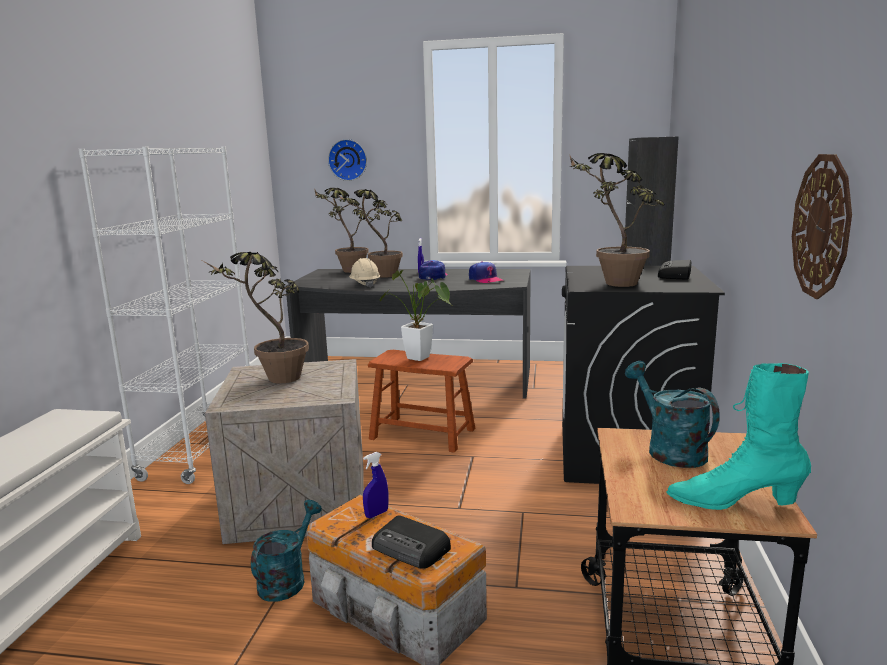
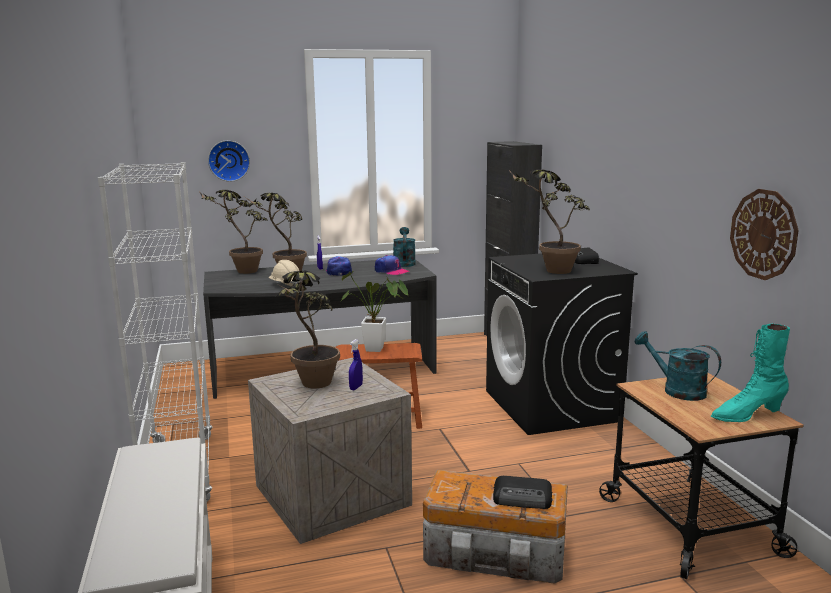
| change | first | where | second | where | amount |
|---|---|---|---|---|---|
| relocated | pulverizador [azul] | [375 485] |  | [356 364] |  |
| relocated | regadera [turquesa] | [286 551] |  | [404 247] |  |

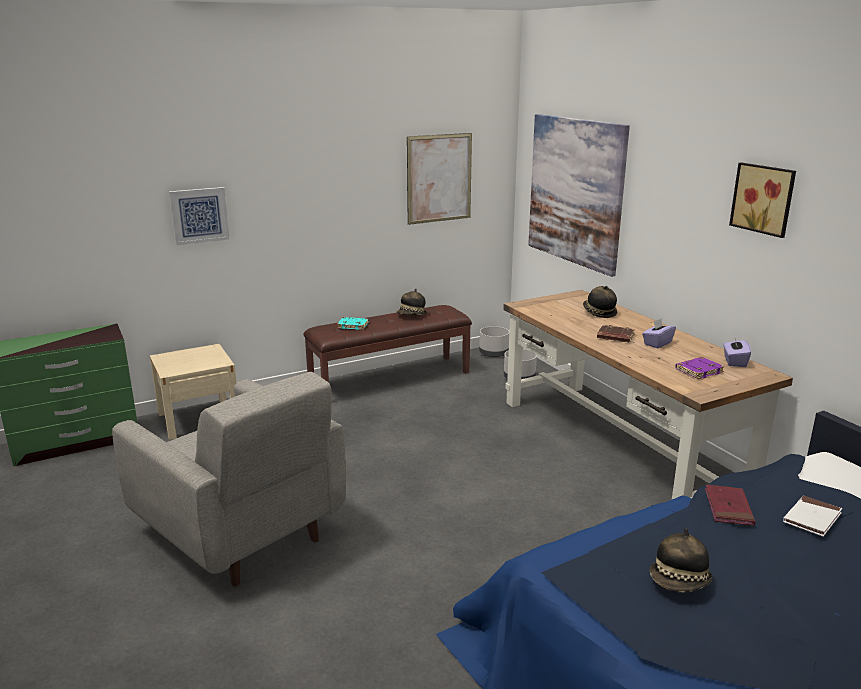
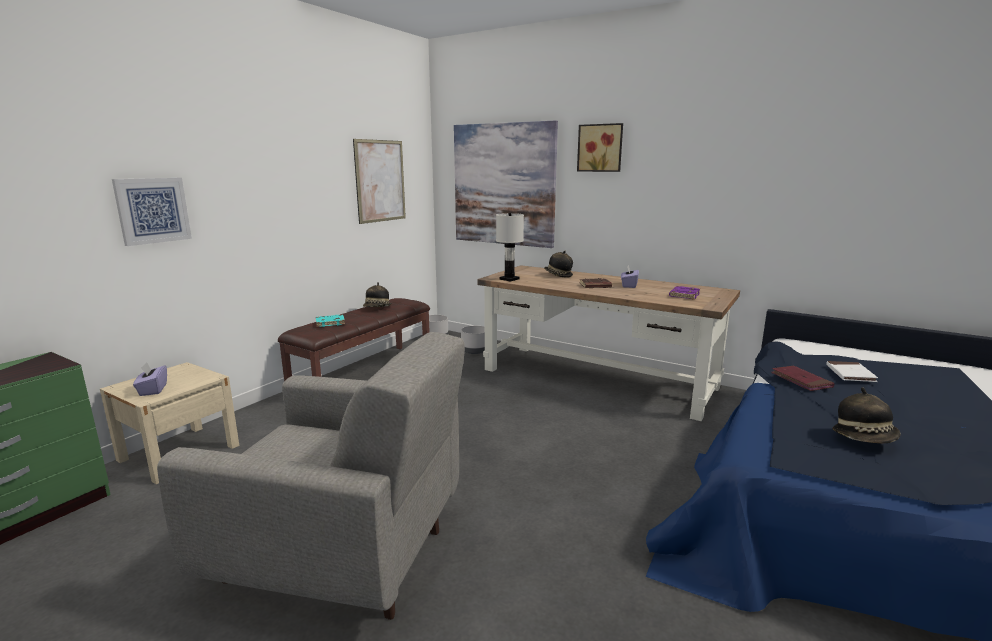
| change | first | where | second | where | amount |
|---|---|---|---|---|---|
| relocated | caja de pañuelos [morado] | [737 351] |  | [150 379] |  |
| appeared |  |  | lámpara de mesa [blanco] | [510 247] |  |
| relocated | cuadro | [762 200] |  | [600 147] |  |

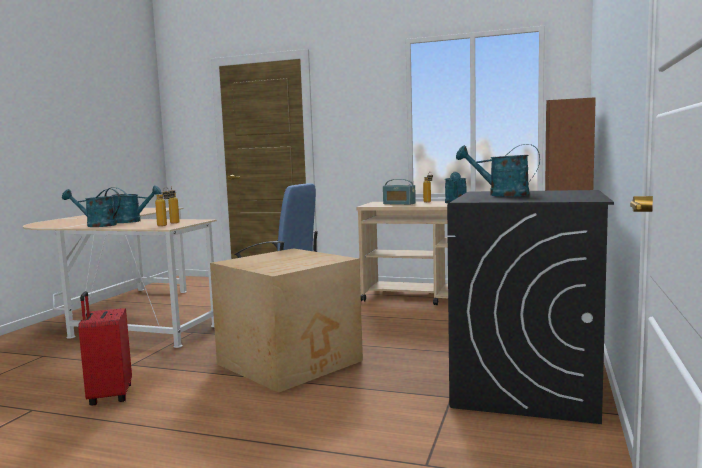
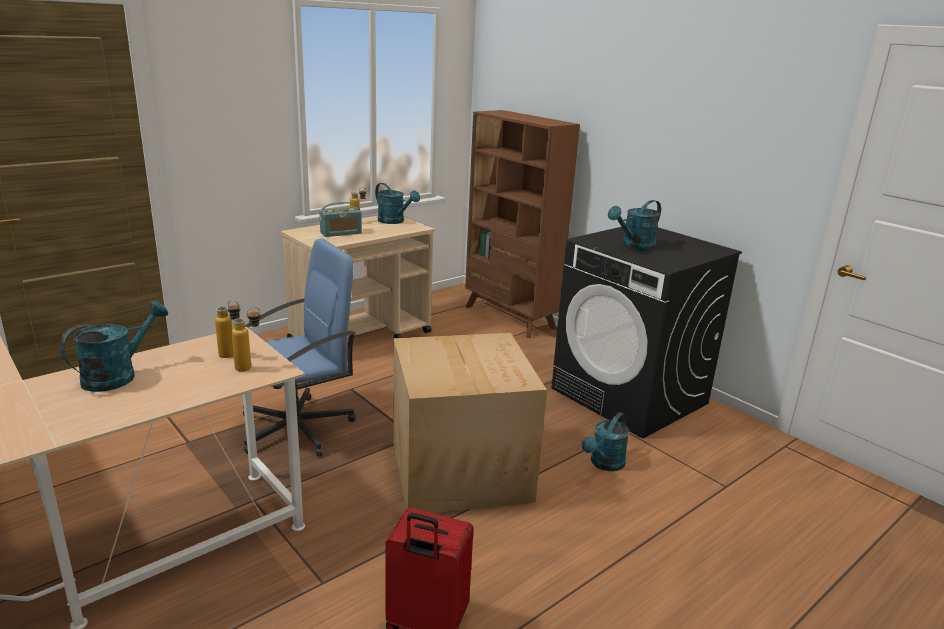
| change | first | where | second | where | amount |
|---|---|---|---|---|---|
| relocated | regadera [turquesa] | [91 208] |  | [605 441] |  |

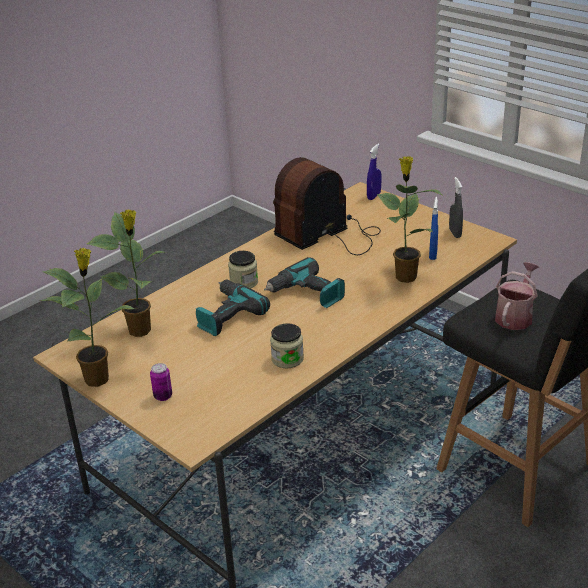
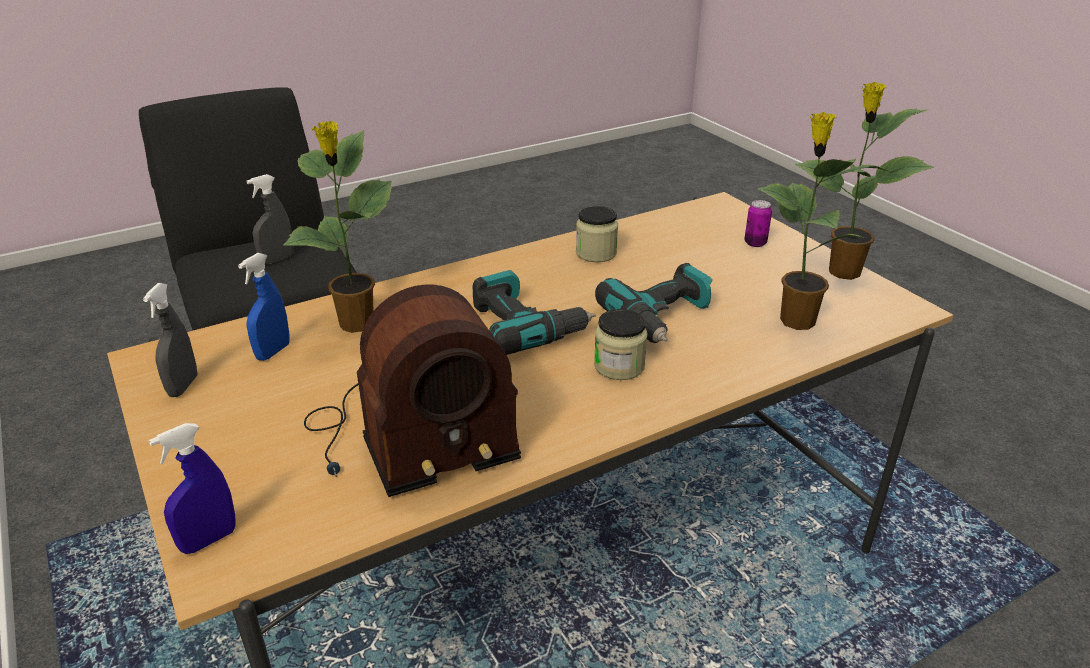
| change | first | where | second | where | amount |
|---|---|---|---|---|---|
| exchanged | regadera | [517 296] | pulverizador [gris] | [270 219] |  |

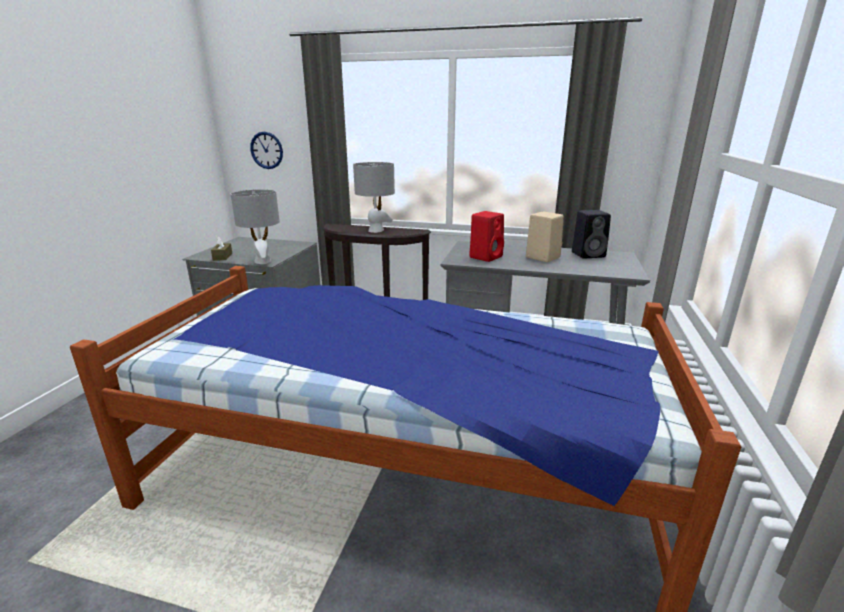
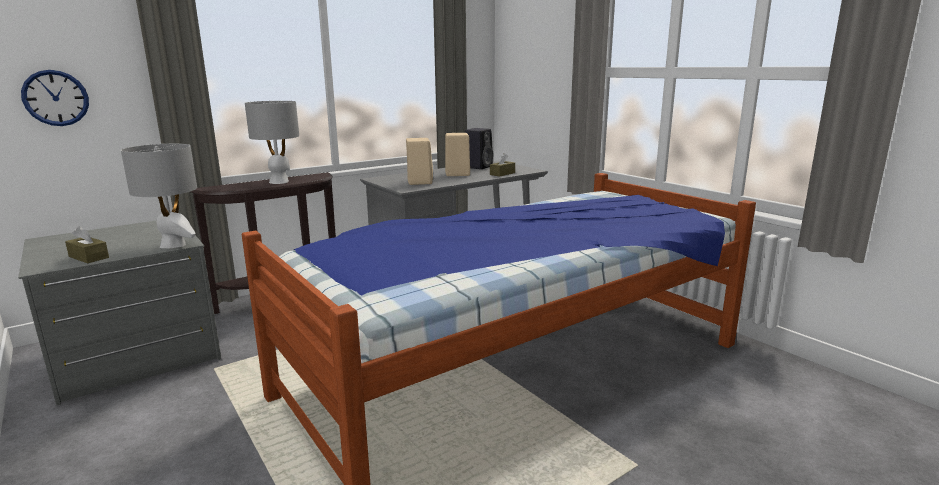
| change | first | where | second | where | amount |
|---|---|---|---|---|---|
| colour | altavoz [rojo] | [486 236] | altavoz [beis] | [419 161] |  |
| appeared |  |  | caja de pañuelos [marrón] | [502 165] |  |

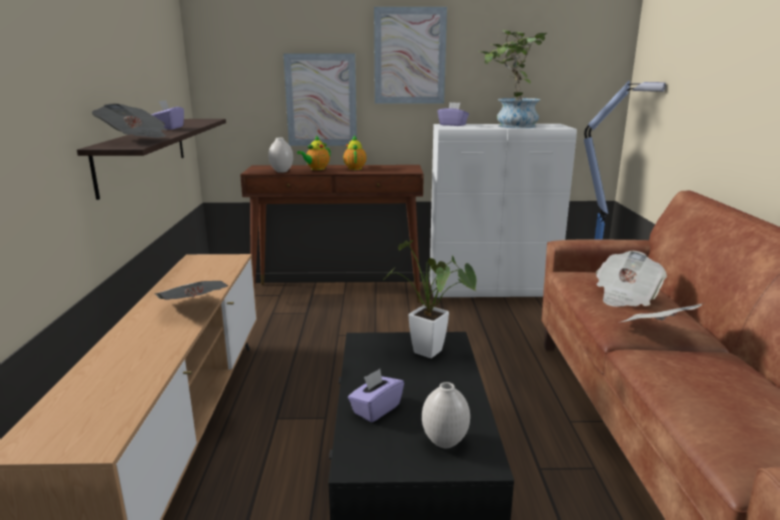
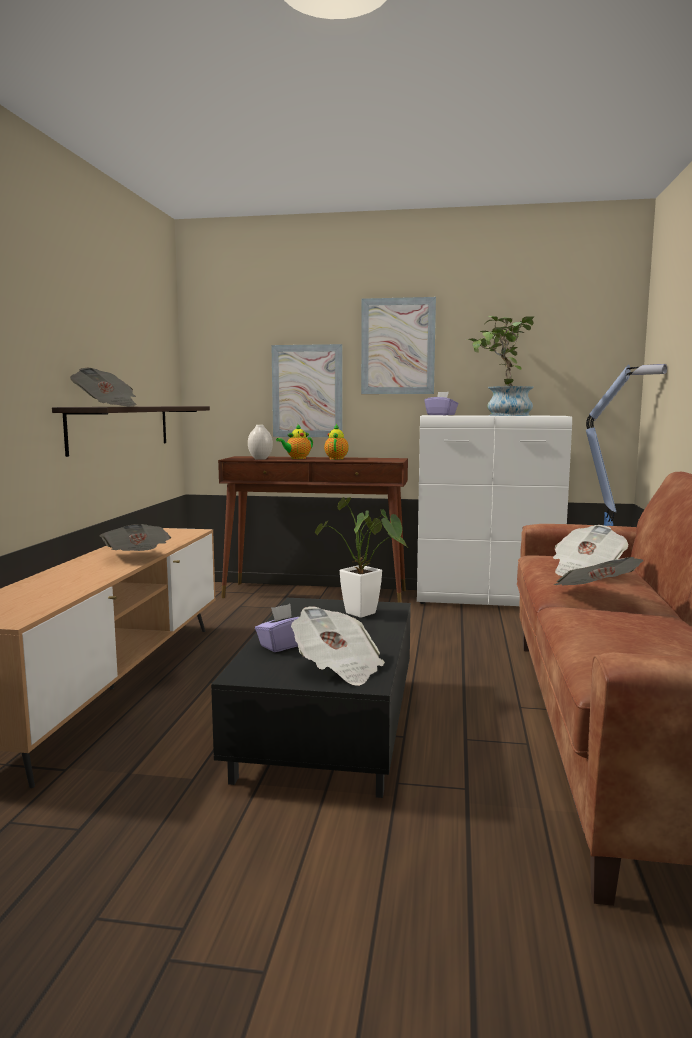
| change | first | where | second | where | amount |
|---|---|---|---|---|---|
| exchanged | florero [blanco] | [446 415] | periódico | [338 646] |  |
| missing | caja de pañuelos [morado] | [168 115] |  |  |  |

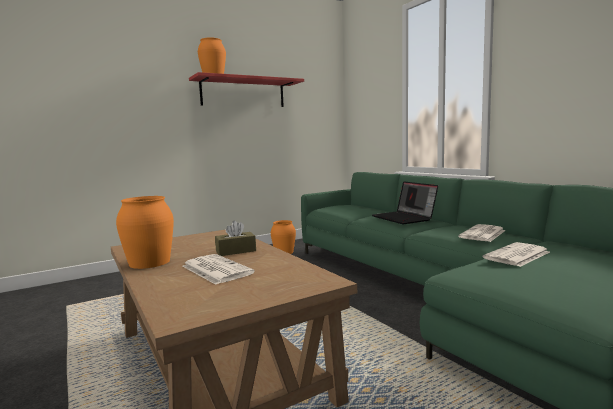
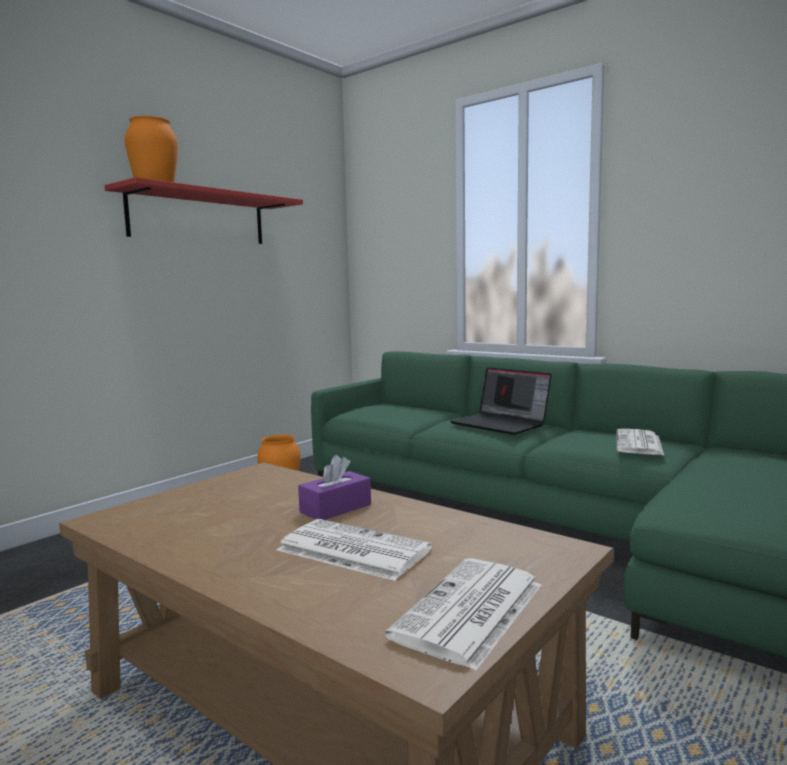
| change | first | where | second | where | amount |
|---|---|---|---|---|---|
| colour | caja de pañuelos [marrón] | [235 238] | caja de pañuelos [morado] | [334 487] |  |
| relocated | periódico | [516 254] |  | [463 614] |  |
| missing | florero [naranja] | [145 232] |  |  |  |

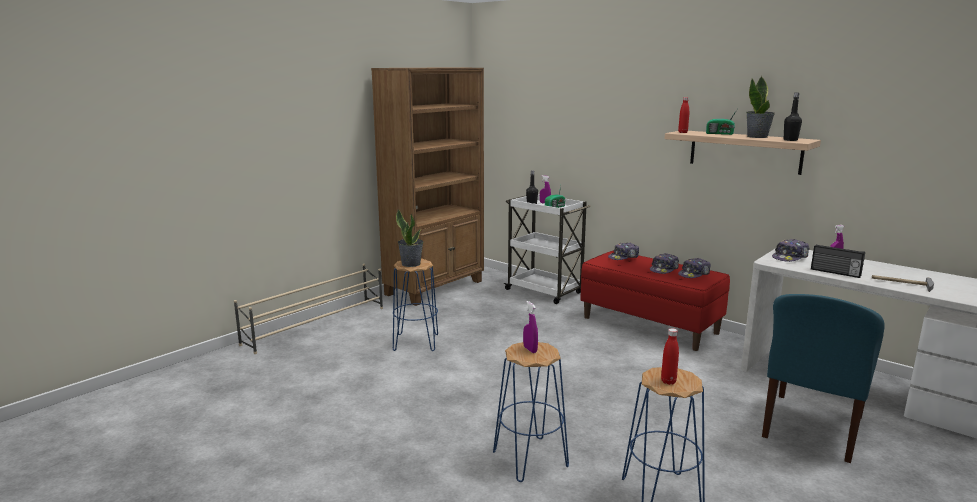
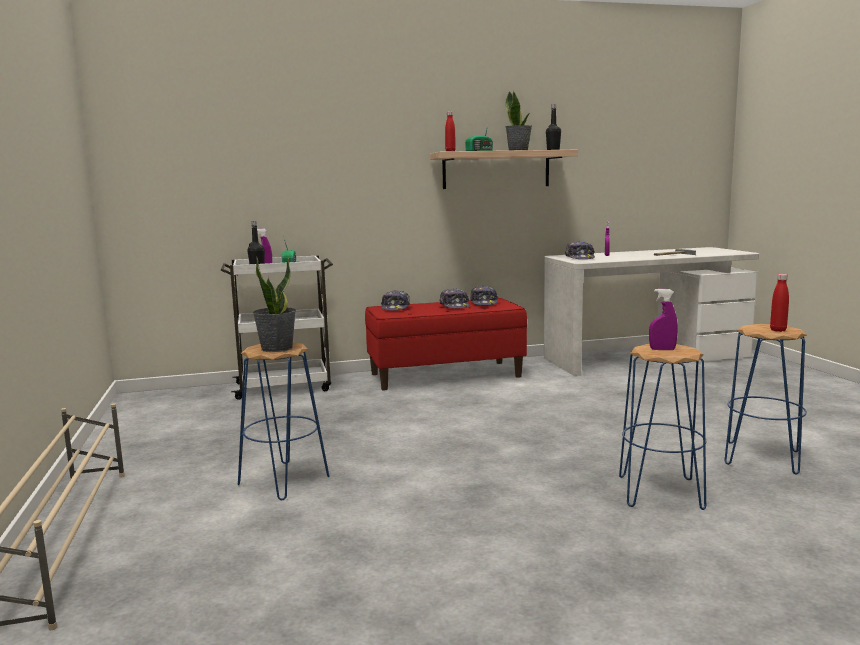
| change | first | where | second | where | amount |
|---|---|---|---|---|---|
| missing | estantería [marrón] | [427 186] |  |  |  |
| missing | silla [azul] | [823 378] |  |  |  |
| missing | radio | [838 261] |  |  |  |

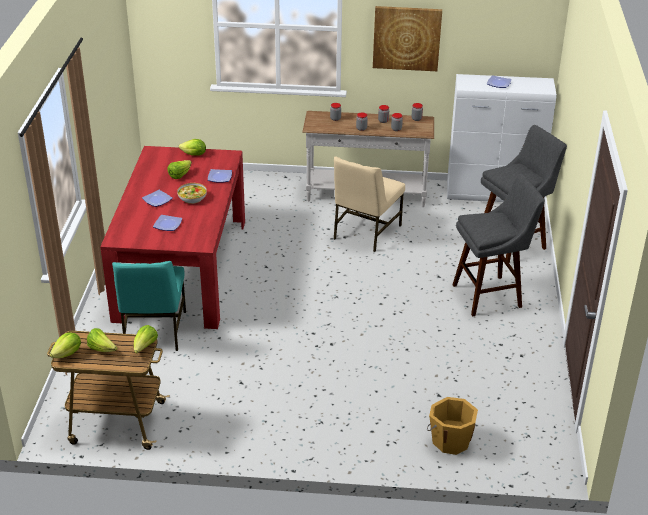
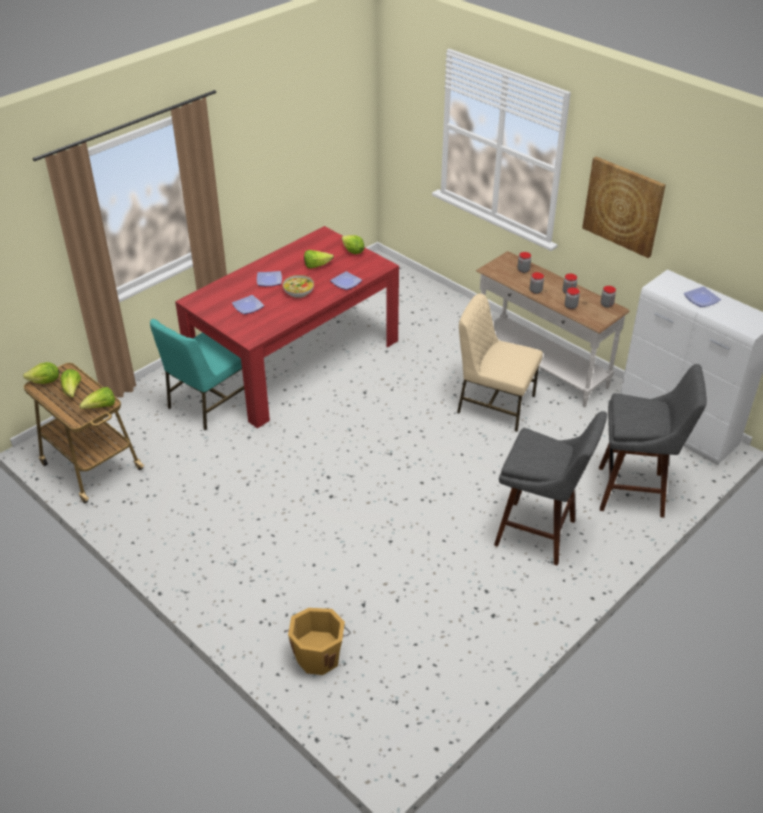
| change | first | where | second | where | amount |
|---|---|---|---|---|---|
| spun | silla [beis] | [369 204] |  | [500 363] | 45 degrees clockwise |

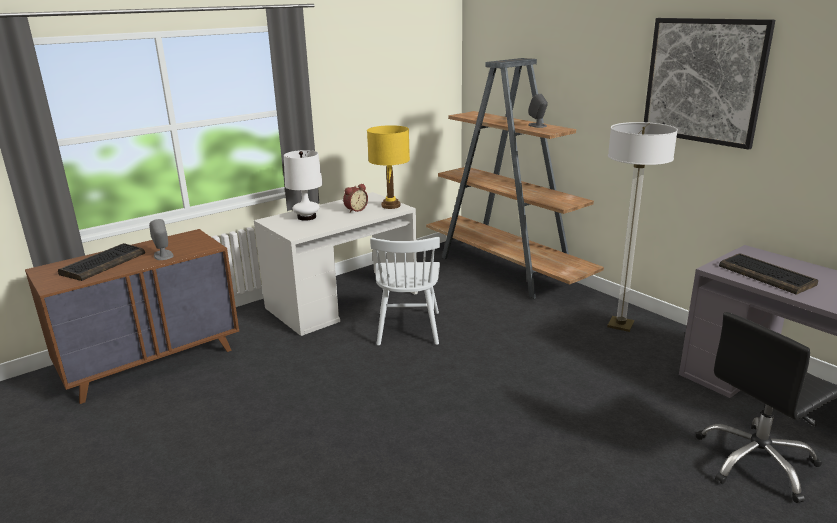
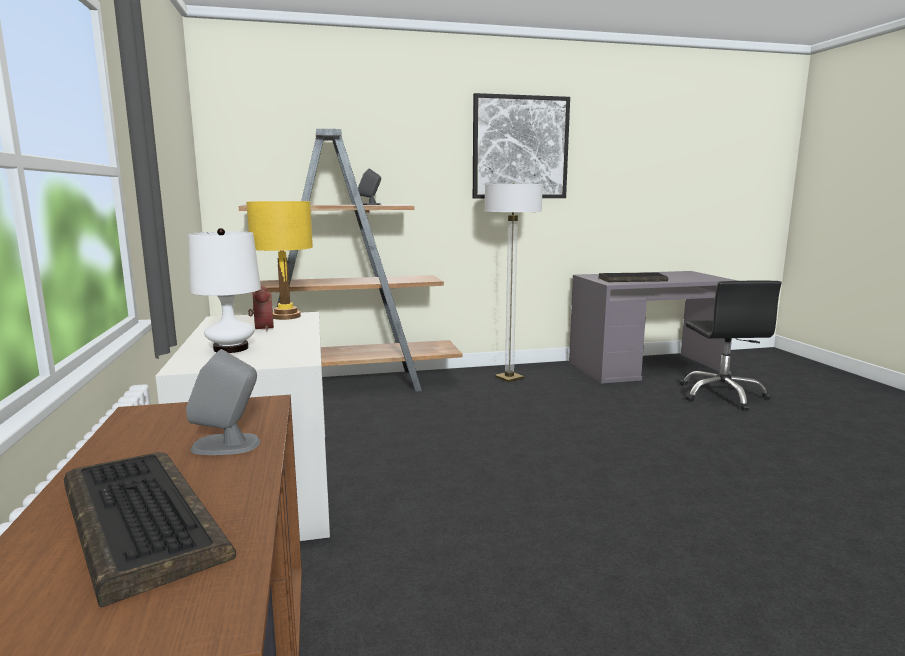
| change | first | where | second | where | amount |
|---|---|---|---|---|---|
| missing | silla [blanco] | [405 291] |  |  |  |

